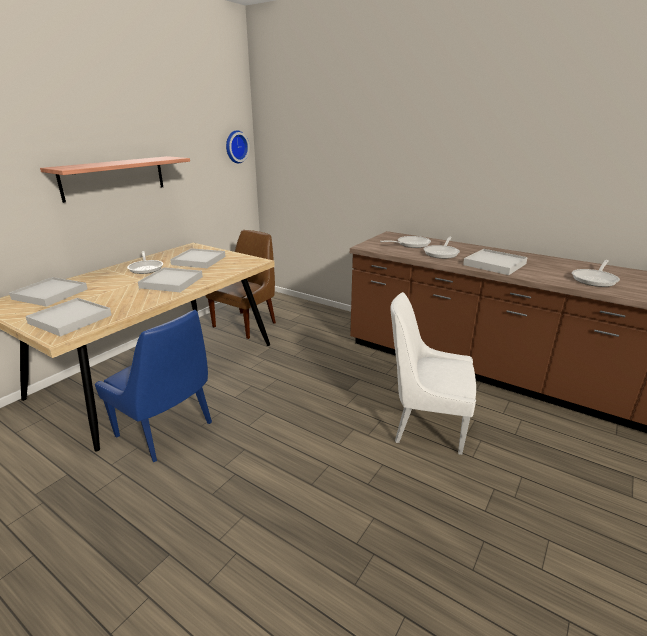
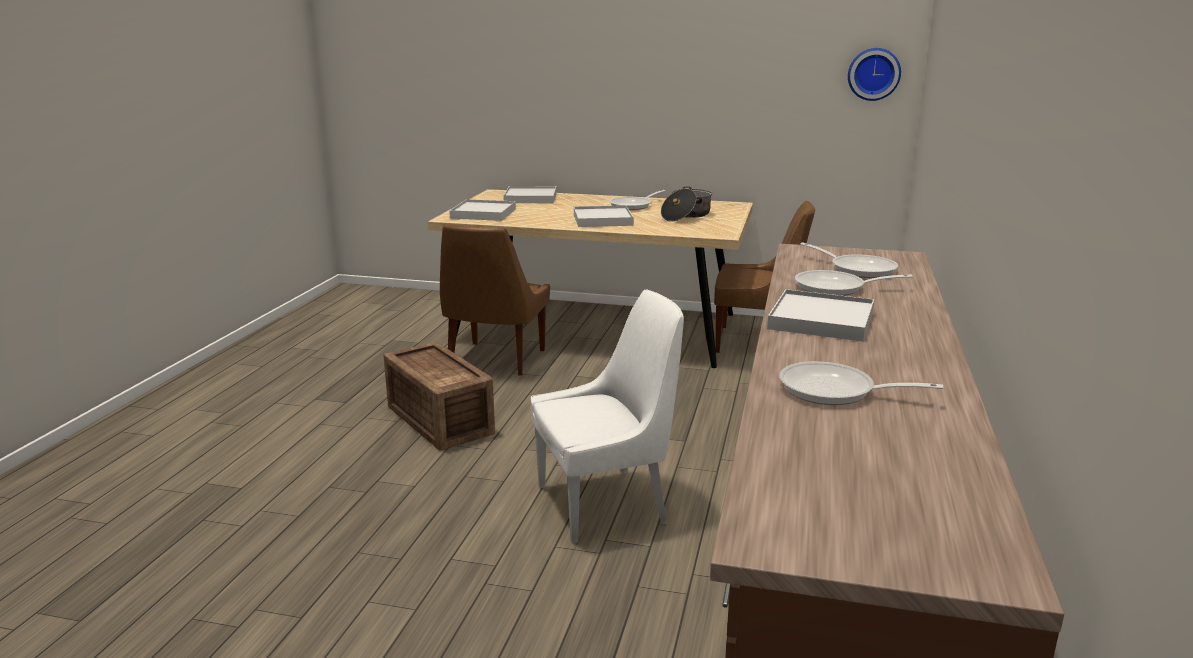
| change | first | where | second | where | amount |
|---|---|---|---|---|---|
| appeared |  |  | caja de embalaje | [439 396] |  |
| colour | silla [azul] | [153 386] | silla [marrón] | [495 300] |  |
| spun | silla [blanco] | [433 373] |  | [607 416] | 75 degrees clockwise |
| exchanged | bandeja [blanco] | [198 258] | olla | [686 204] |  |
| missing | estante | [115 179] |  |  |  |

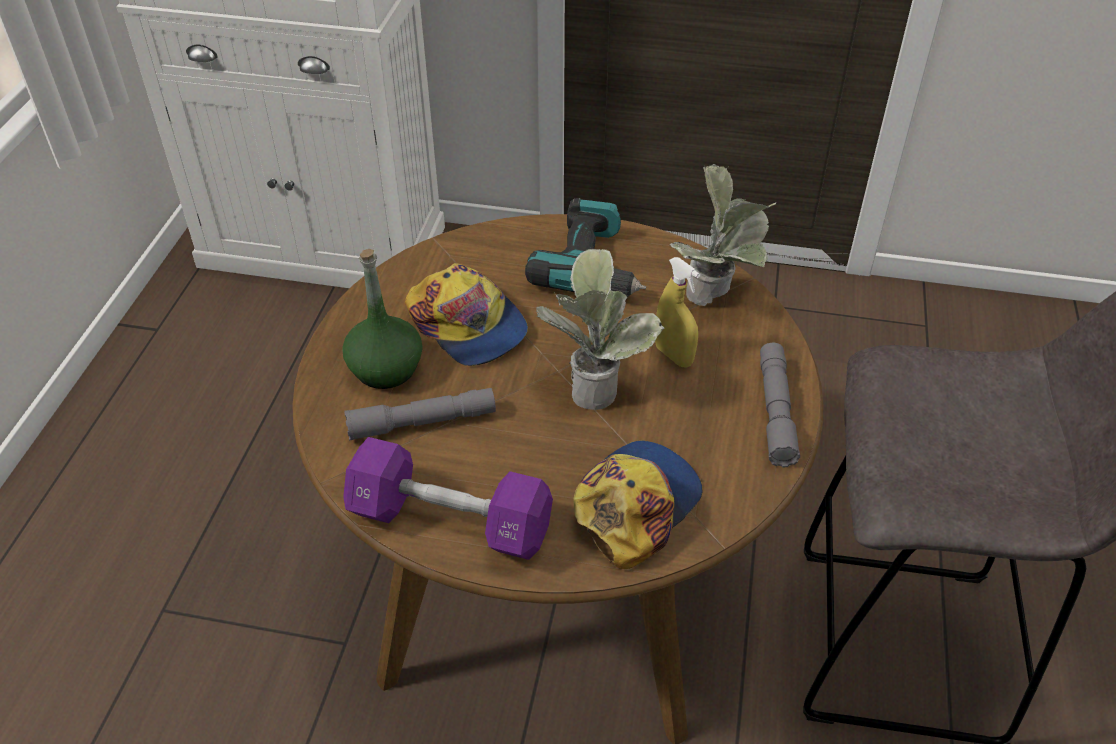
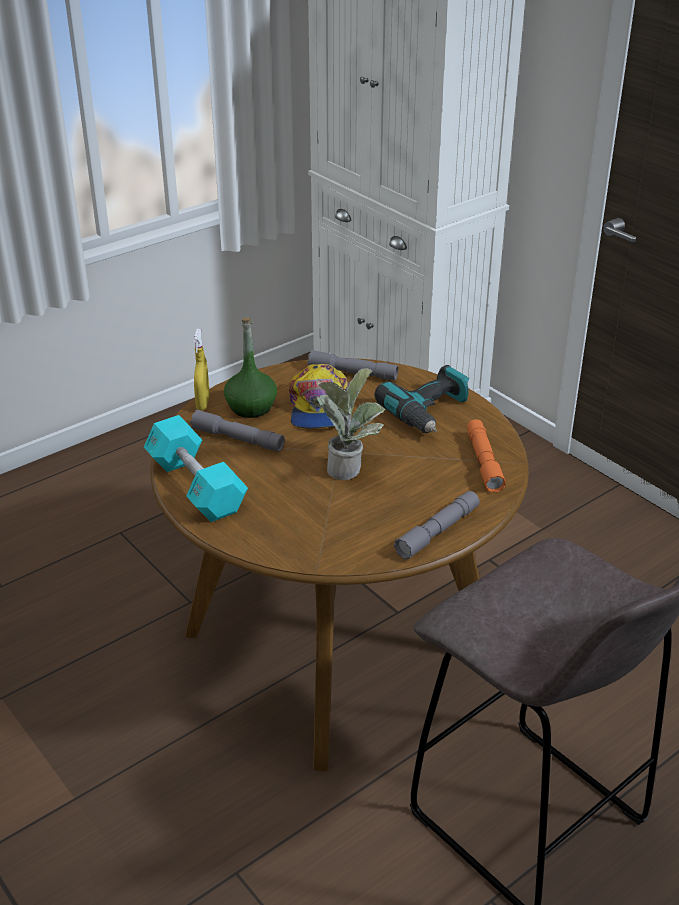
| change | first | where | second | where | amount |
|---|---|---|---|---|---|
| colour | mancuerna [morado] | [448 498] | mancuerna [turquesa] | [196 468] |  |
| relocated | pulverizador [amarillo] | [677 312] |  | [202 369] |  |
| appeared |  |  | linterna [gris] | [352 365] |  |
| exchanged | planta en maceta | [722 235] | linterna [naranja] | [486 456] |  |
| missing | gorra | [638 504] |  |  |  |

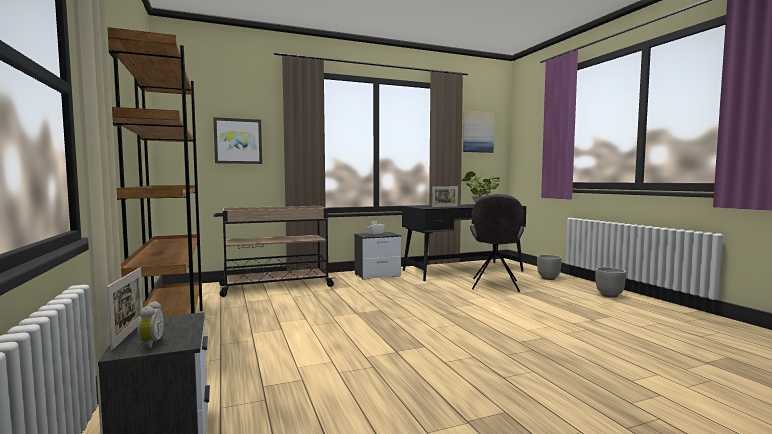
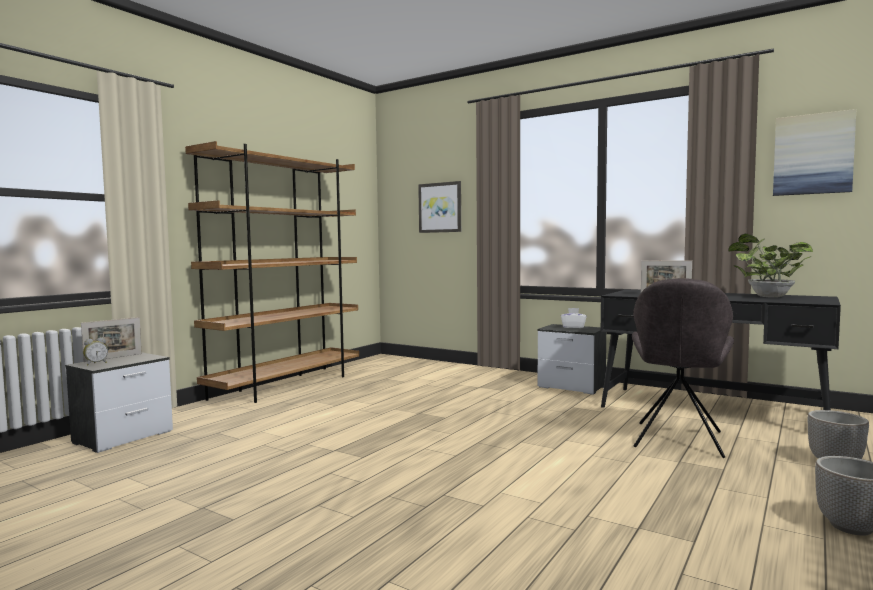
| change | first | where | second | where | amount |
|---|---|---|---|---|---|
| spun | silla [gris] | [497 243] |  | [683 368] | 45 degrees counterclockwise |
| missing | carrito [beis] | [274 251] |  |  |  |

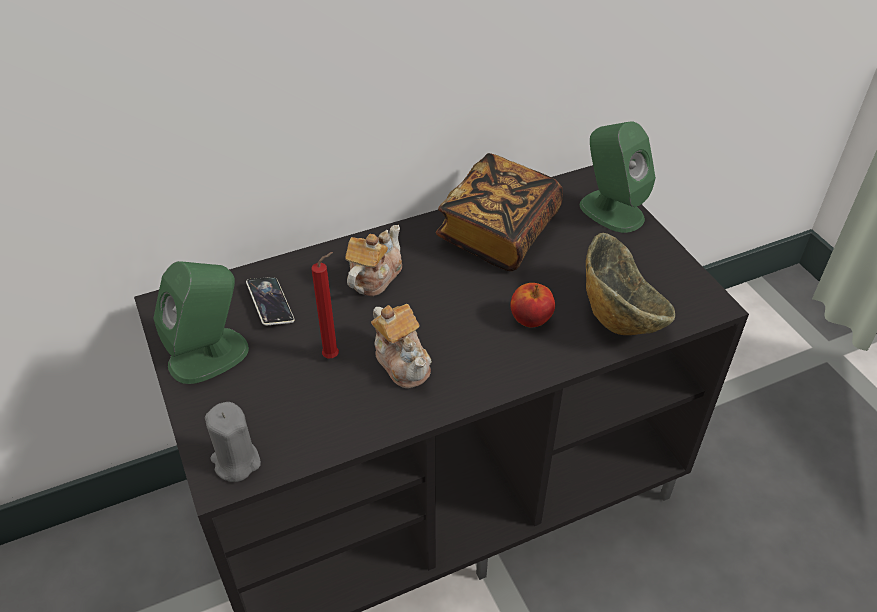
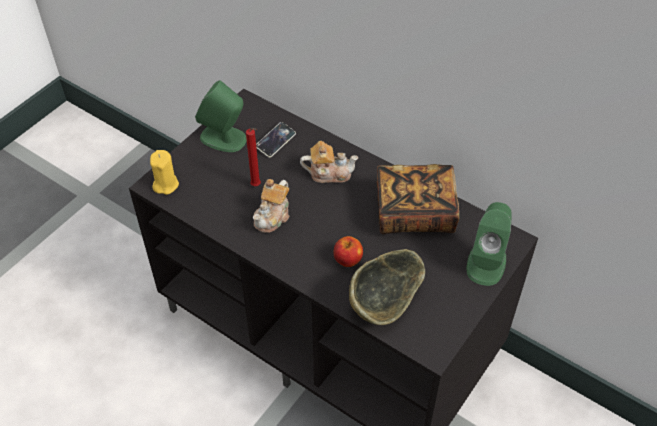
| change | first | where | second | where | amount |
|---|---|---|---|---|---|
| colour | vela [gris] | [233 442] | vela [amarillo] | [164 172] |  |

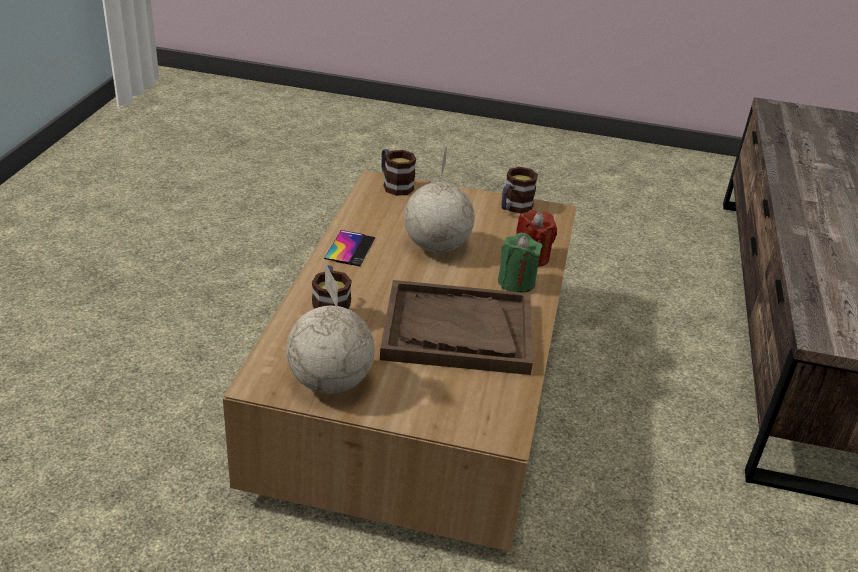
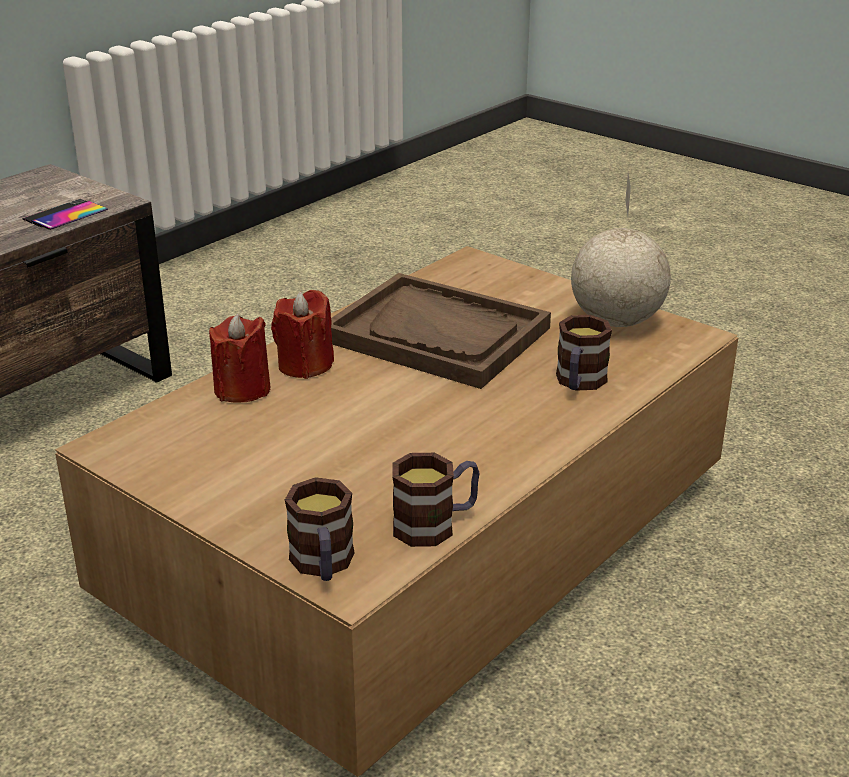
| change | first | where | second | where | amount |
|---|---|---|---|---|---|
| relocated | móvil | [350 248] |  | [65 214] |  |
| colour | vela [verde] | [520 263] | vela [rojo] | [302 334] |  |
| relocated | taza grande | [519 190] |  | [435 500] |  |
| missing | globo terráqueo | [439 199] |  |  |  |

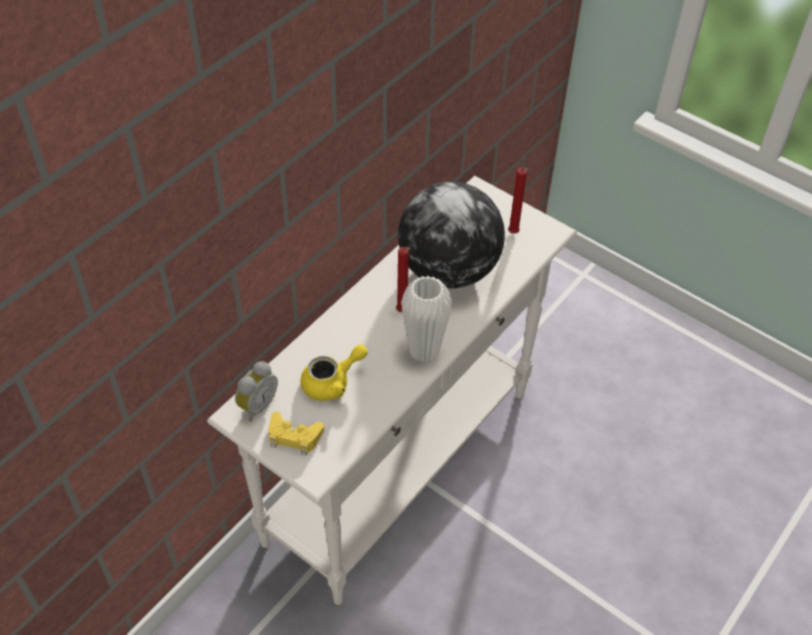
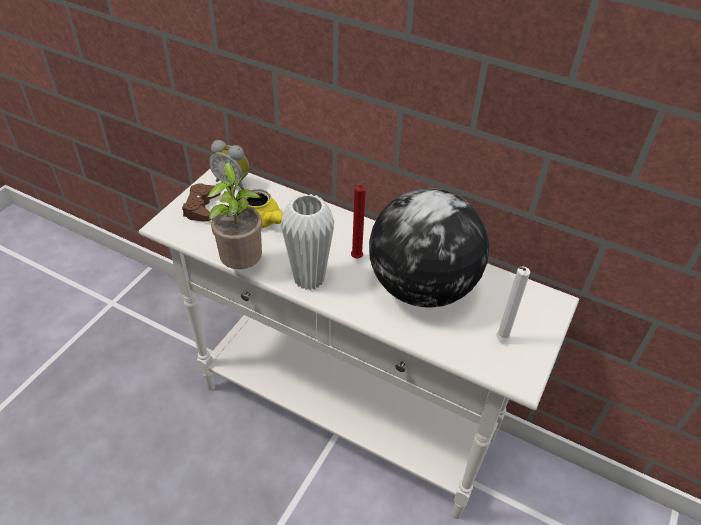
| change | first | where | second | where | amount |
|---|---|---|---|---|---|
| colour | mando de consola [amarillo] | [296 433] | mando de consola [marrón] | [201 202] |  |
| appeared |  |  | planta en maceta | [234 215] |  |
| colour | vela [rojo] | [518 201] | vela [blanco] | [513 304] |  |

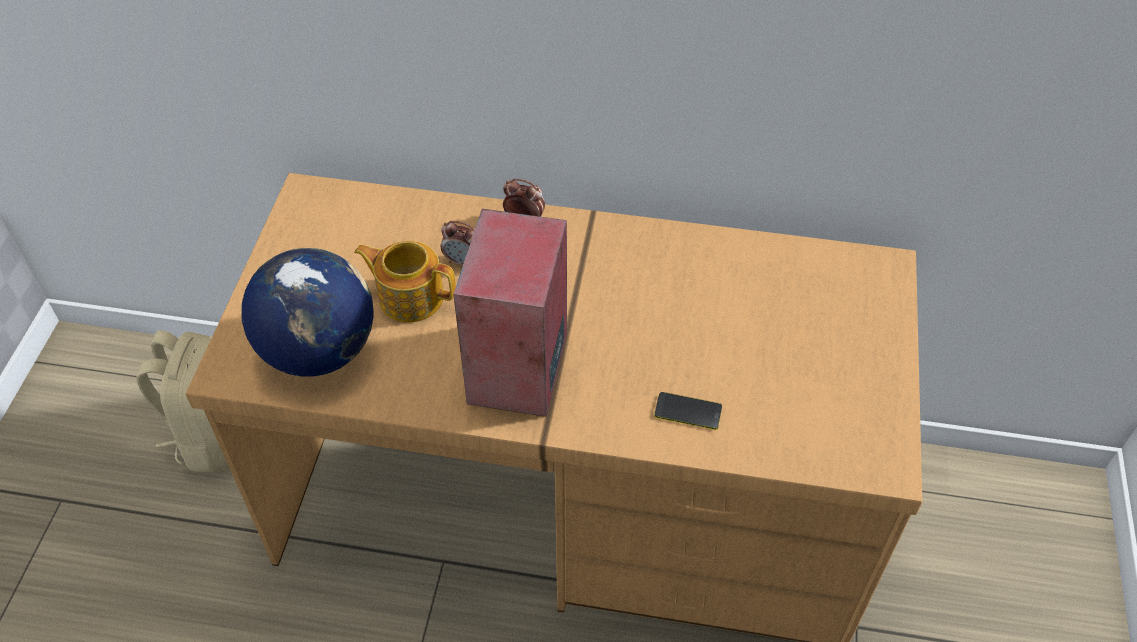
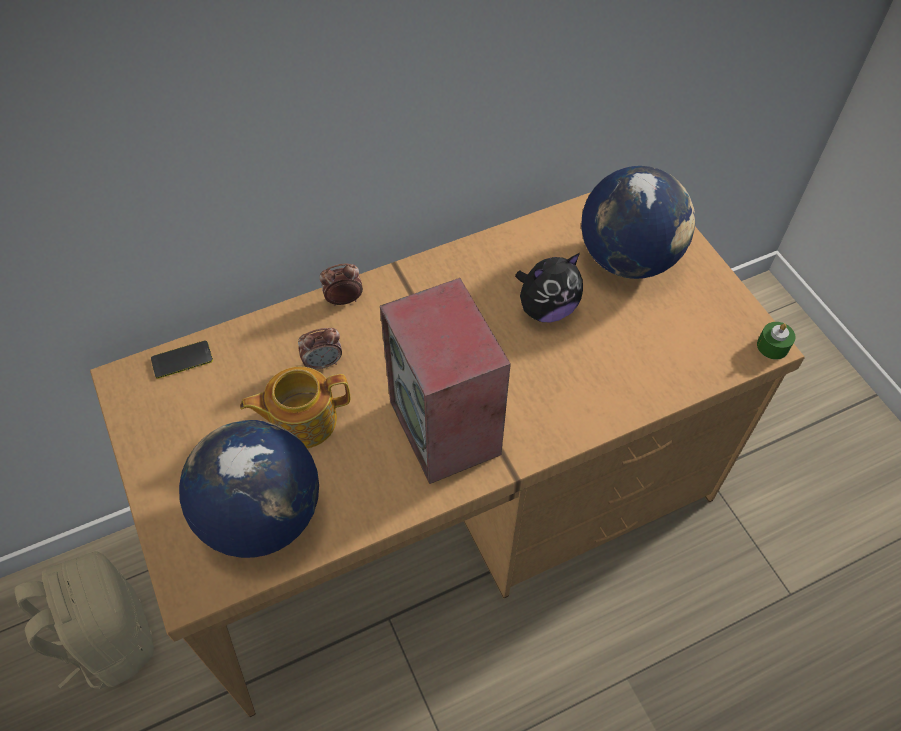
| change | first | where | second | where | amount |
|---|---|---|---|---|---|
| relocated | móvil | [688 411] |  | [182 359] |  |
| appeared |  |  | peluche | [549 288] |  |
| appeared |  |  | globo terráqueo | [638 222] |  |
| appeared |  |  | vela [verde] | [776 341] |  |

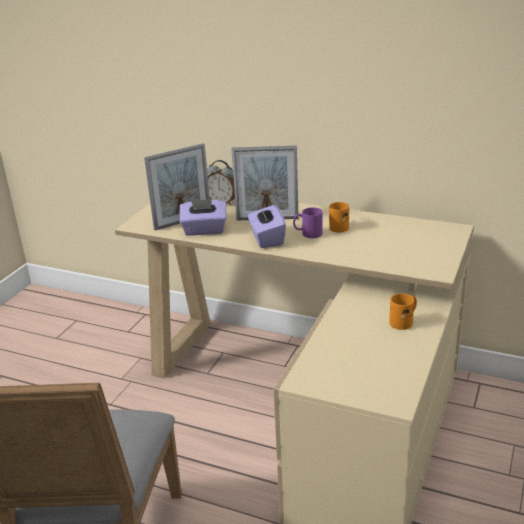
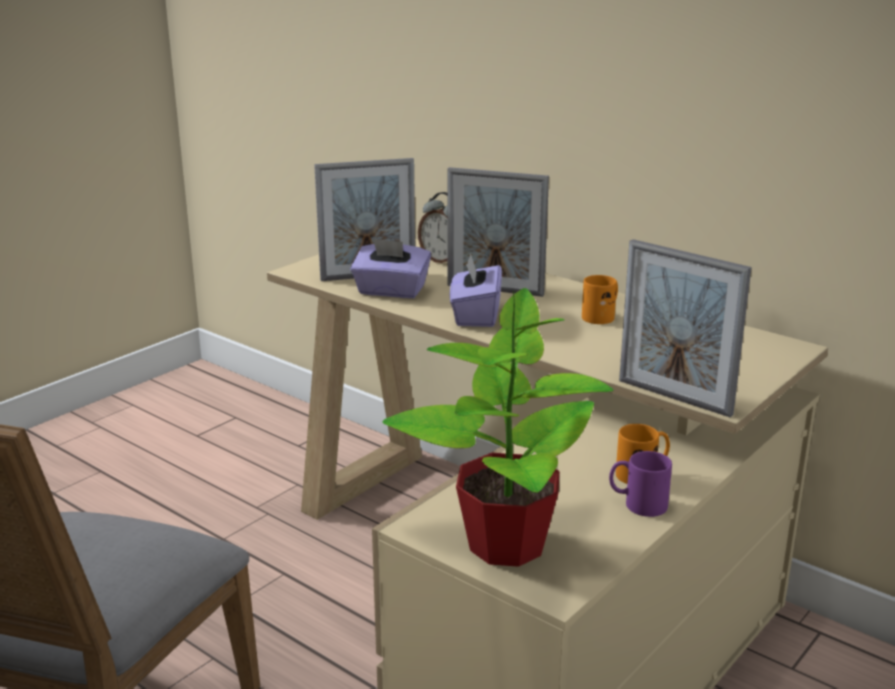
| change | first | where | second | where | amount |
|---|---|---|---|---|---|
| appeared |  |  | planta en maceta | [498 427] |  |
| relocated | taza grande [morado] | [308 222] |  | [640 484] |  |
| appeared |  |  | portarretratos | [685 328] |  |

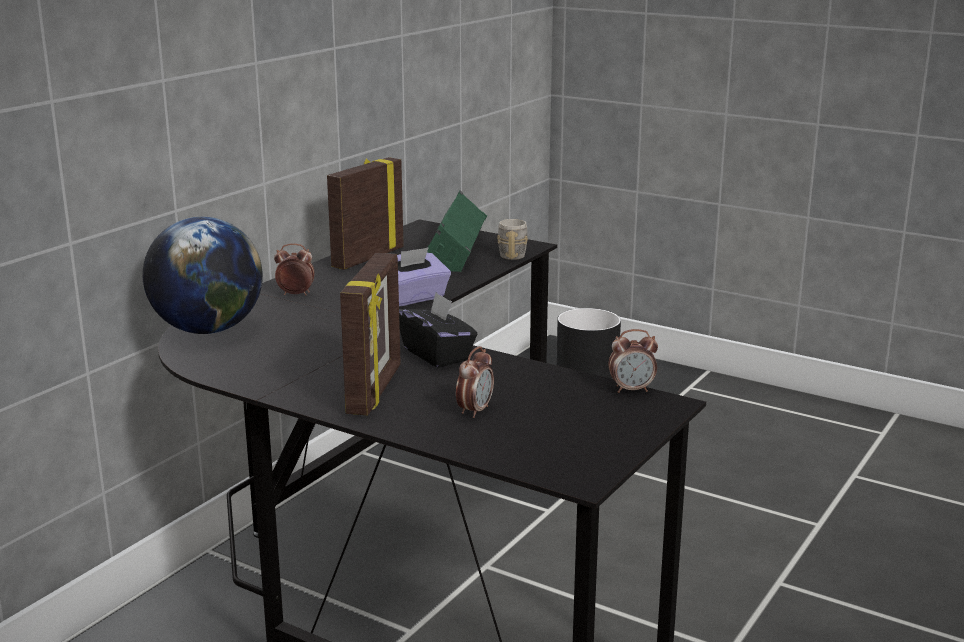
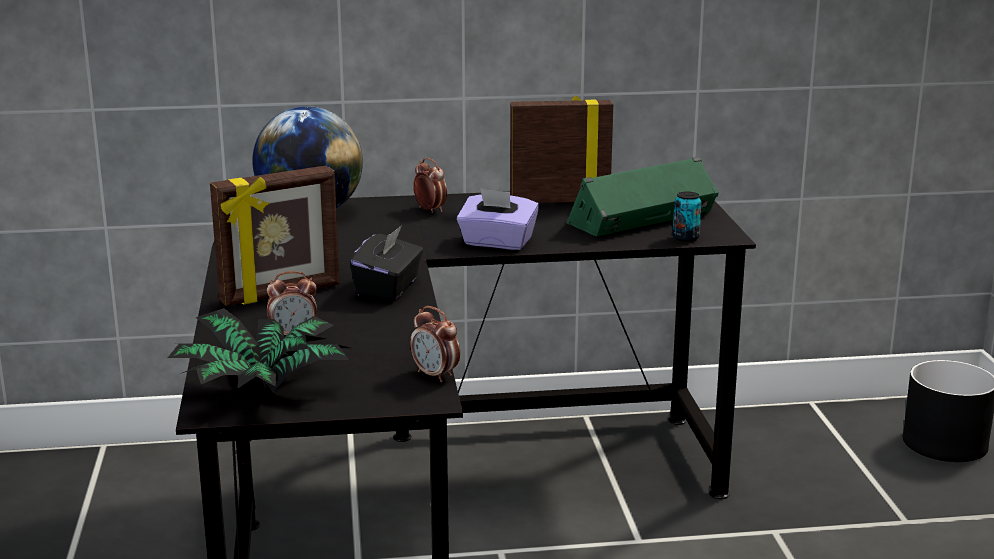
| change | first | where | second | where | amount |
|---|---|---|---|---|---|
| appeared |  |  | planta en maceta | [259 350] |  |
| exchanged | taza grande [gris] | [512 239] | lata | [687 216] |  |

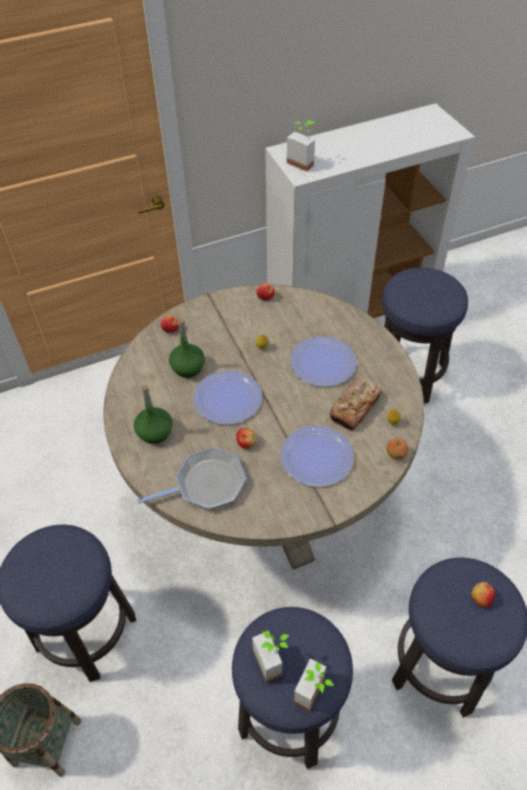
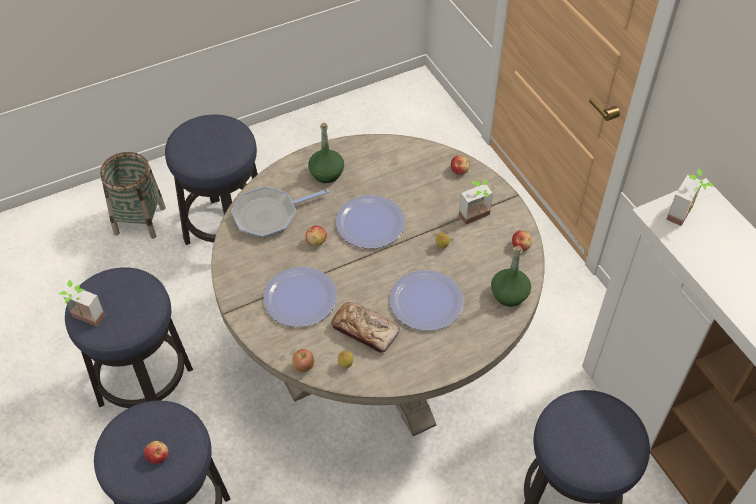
| change | first | where | second | where | amount |
|---|---|---|---|---|---|
| spun | sartén | [191 479] |  | [280 212] | 90 degrees clockwise |
| relocated | planta en maceta | [270 657] |  | [476 201] |  |
| relocated | botella [verde] | [187 348] |  | [511 276] |  |

